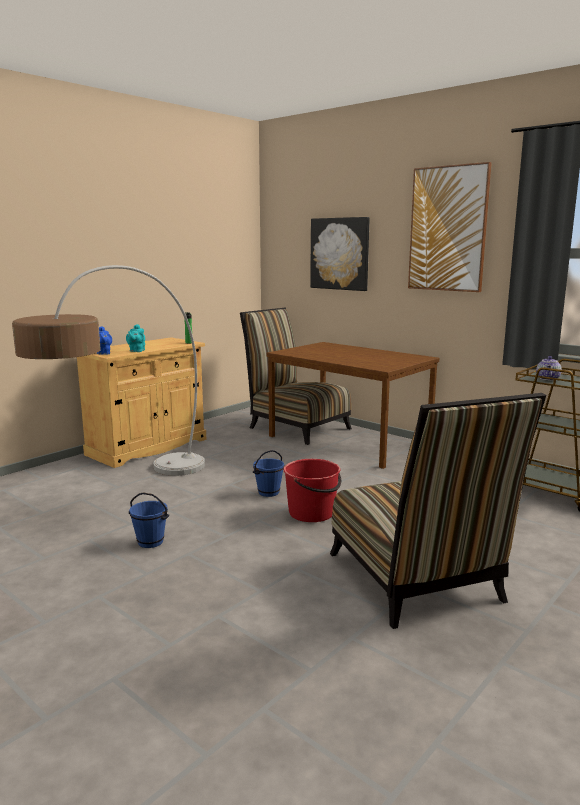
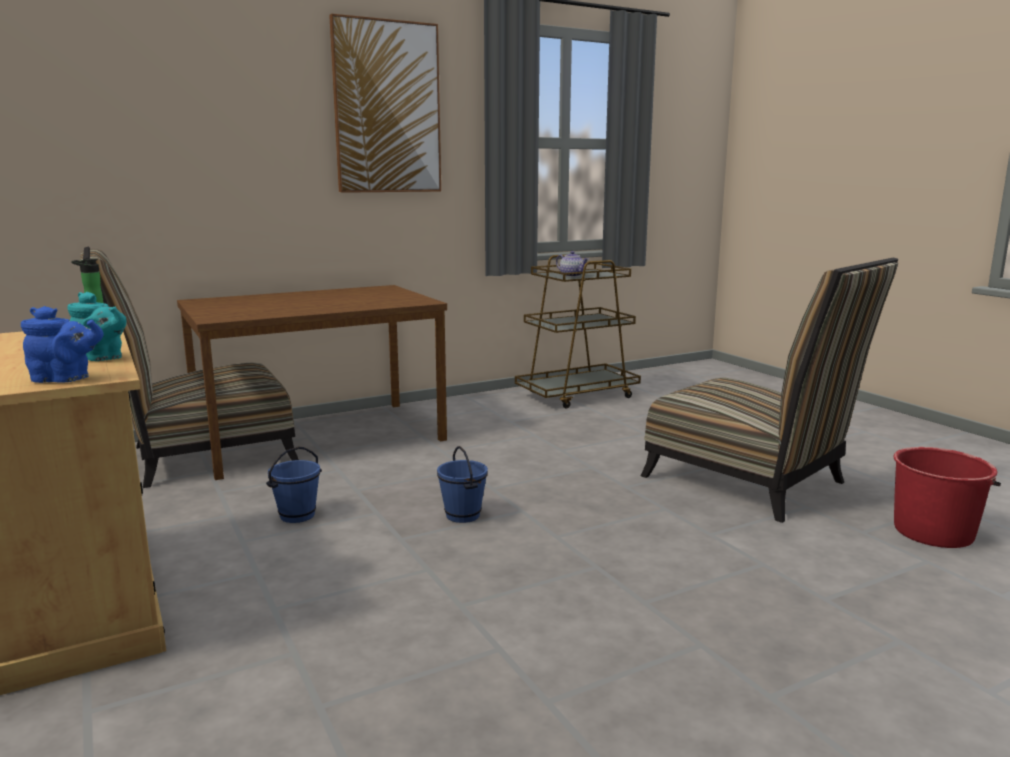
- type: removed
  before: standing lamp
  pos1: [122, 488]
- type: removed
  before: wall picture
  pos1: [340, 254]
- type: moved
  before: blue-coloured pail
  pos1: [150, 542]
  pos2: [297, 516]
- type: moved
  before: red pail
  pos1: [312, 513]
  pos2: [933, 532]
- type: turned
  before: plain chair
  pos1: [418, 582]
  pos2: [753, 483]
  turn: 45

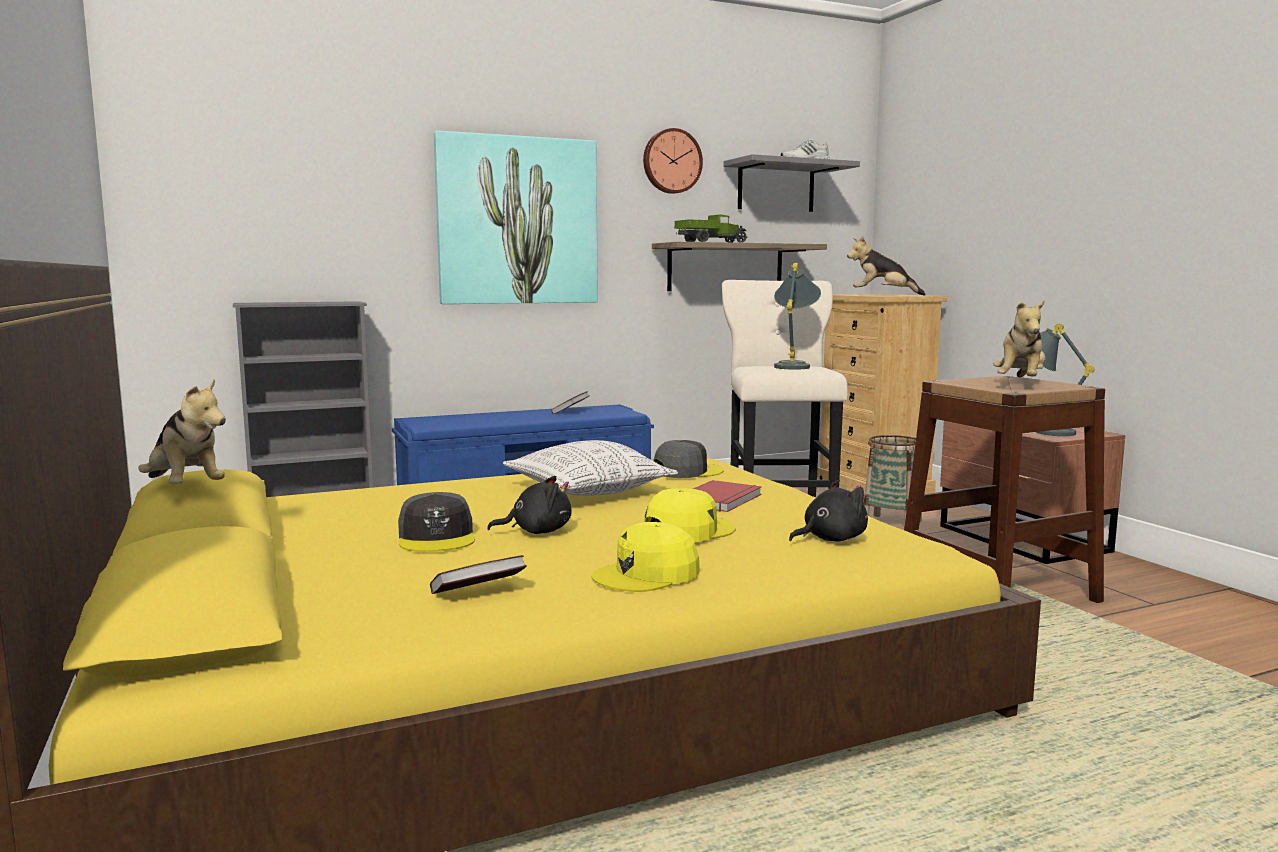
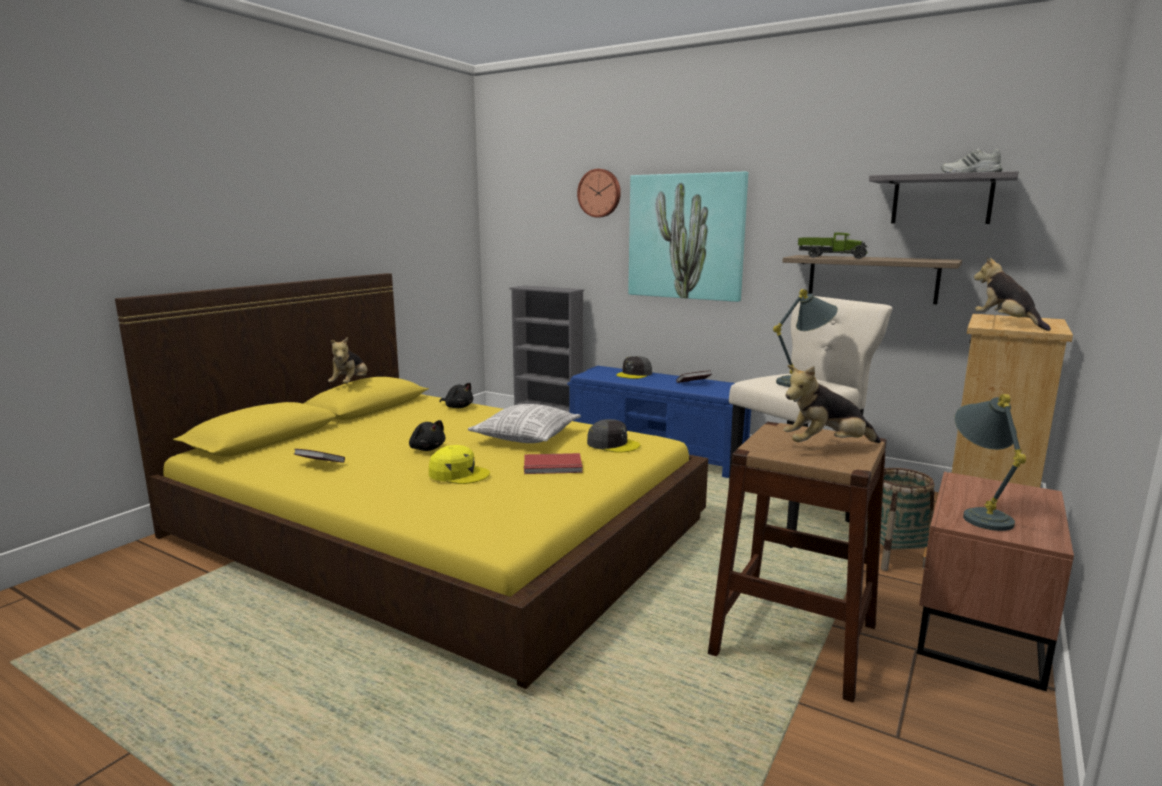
- type: removed
  before: yellowish cap
  pos1: [647, 574]
- type: moved
  before: gray cap
  pos1: [437, 538]
  pos2: [634, 374]
- type: moved
  before: clock on the wall
  pos1: [671, 161]
  pos2: [600, 193]
- type: moved
  before: black plush toy
  pos1: [830, 539]
  pos2: [458, 407]

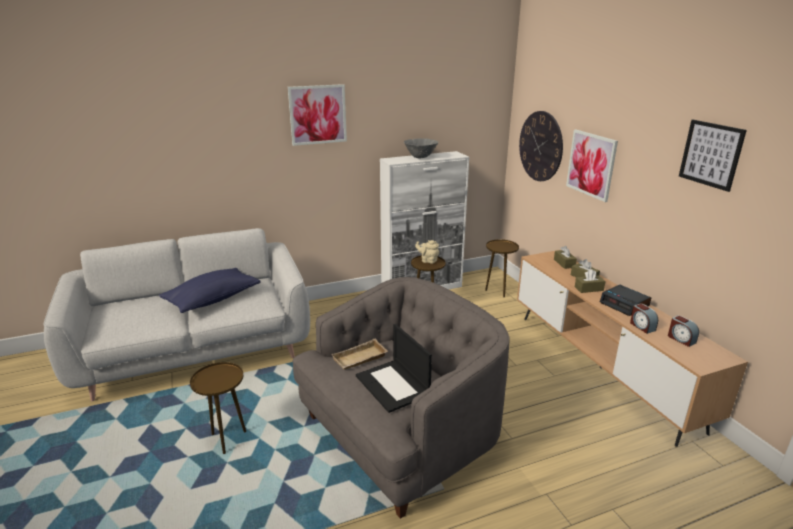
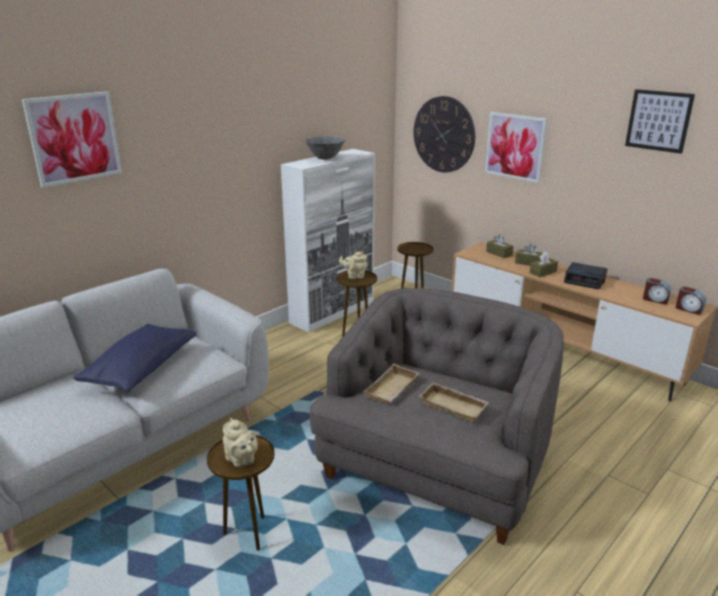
- type: added
  after: beige-coloured teapot
  pos2: [241, 460]
- type: moved
  before: wall picture
  pos1: [317, 114]
  pos2: [74, 138]
- type: moved
  before: table clock
  pos1: [642, 326]
  pos2: [688, 309]
- type: replaced
  before: notebook computer
  after: beige-coloured carrying tray
  pos1: [393, 386]
  pos2: [454, 405]

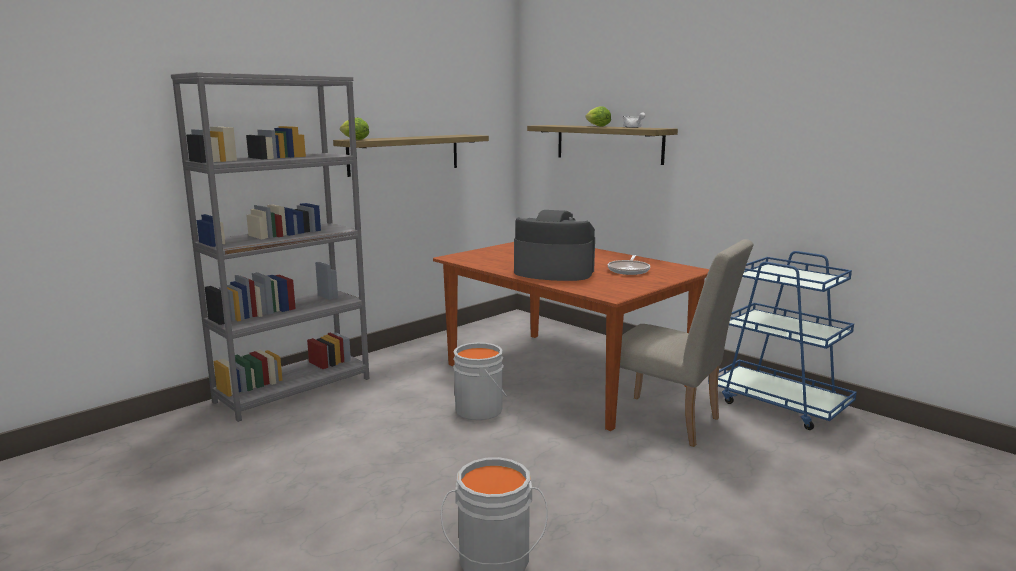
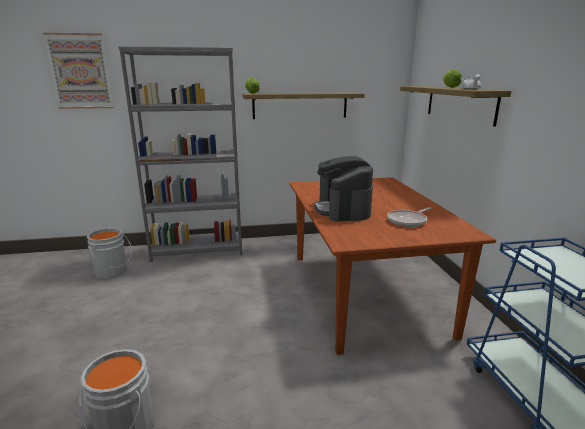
- type: removed
  before: beige-coloured plain chair
  pos1: [671, 422]
- type: added
  after: wall picture
  pos2: [80, 71]
- type: moved
  before: gray pail
  pos1: [481, 410]
  pos2: [112, 271]
- type: turned
  before: coffee brewer
  pos1: [553, 272]
  pos2: [343, 209]
  turn: -150

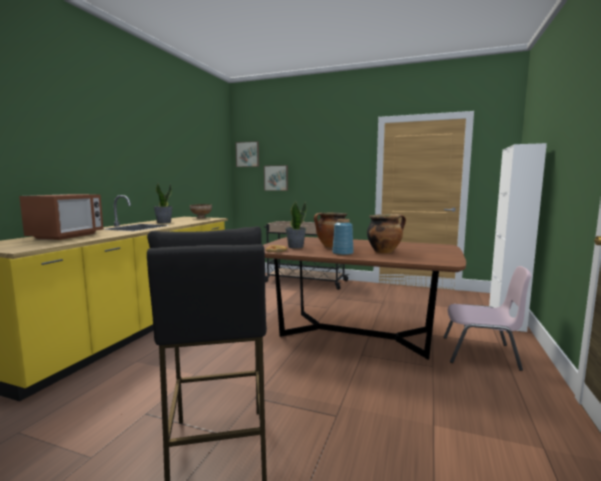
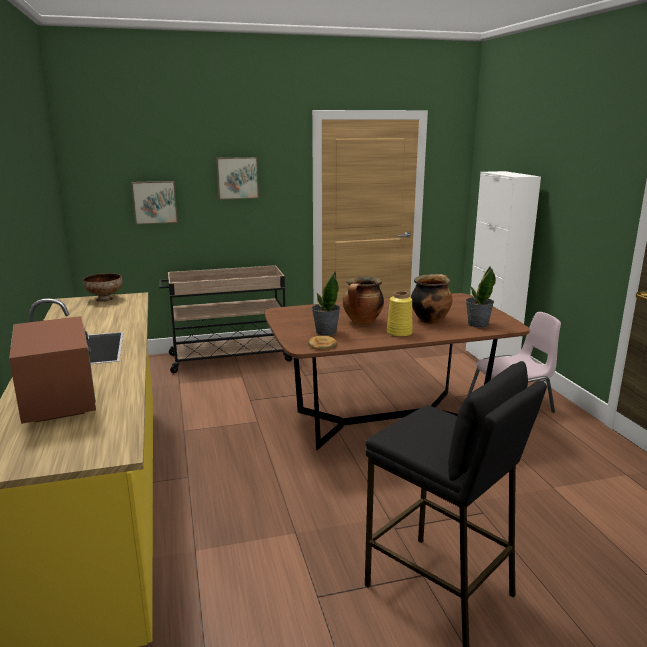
- type: moved
  before: houseplant
  pos1: [164, 222]
  pos2: [477, 324]
- type: moved
  before: wall picture
  pos1: [248, 154]
  pos2: [237, 178]
- type: recoloured
  before: blue-coloured vase
  after: yellowish vase
  pos1: [342, 253]
  pos2: [399, 333]

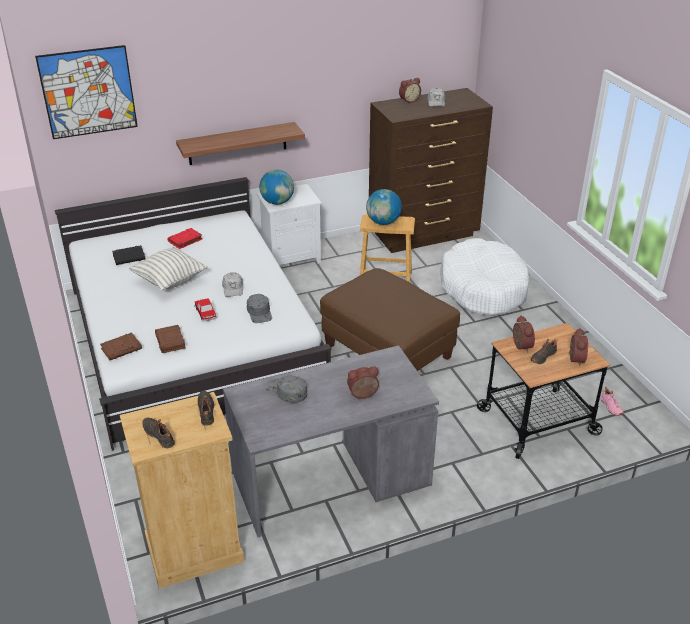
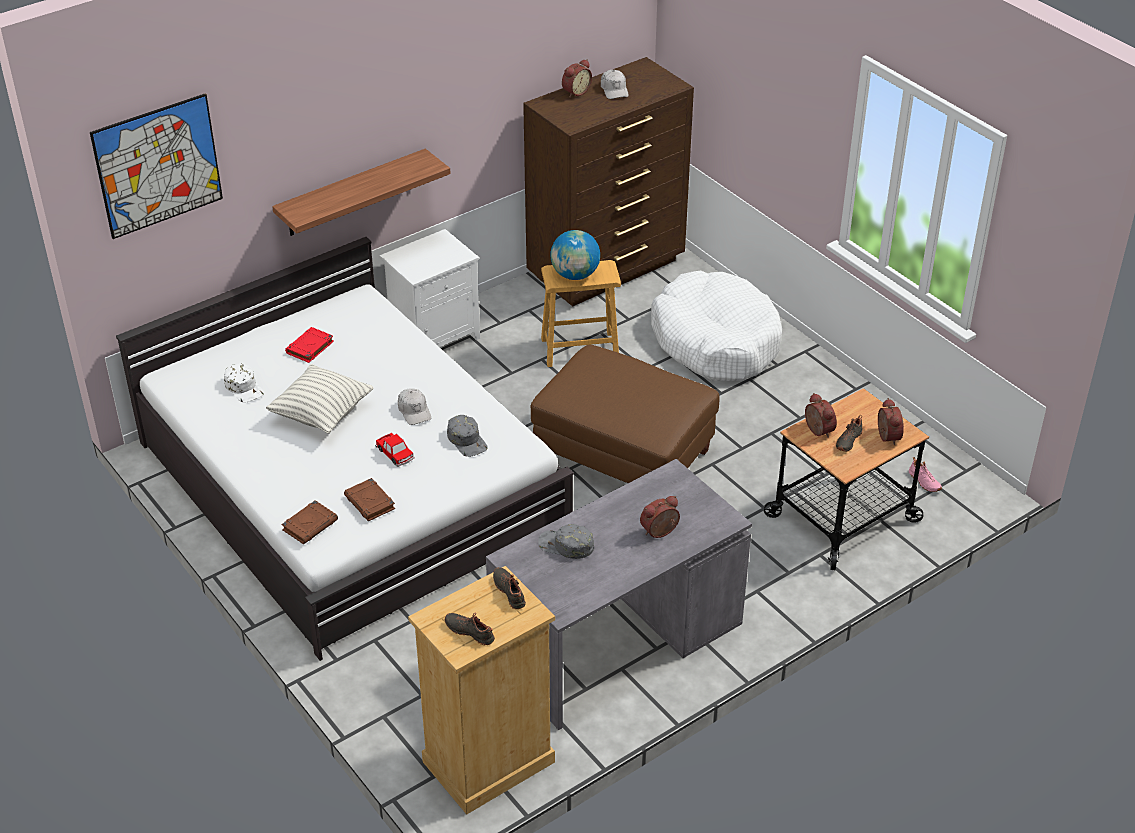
- type: removed
  before: globe
  pos1: [277, 202]
- type: replaced
  before: black book
  after: white-coloured cap
  pos1: [129, 257]
  pos2: [244, 387]

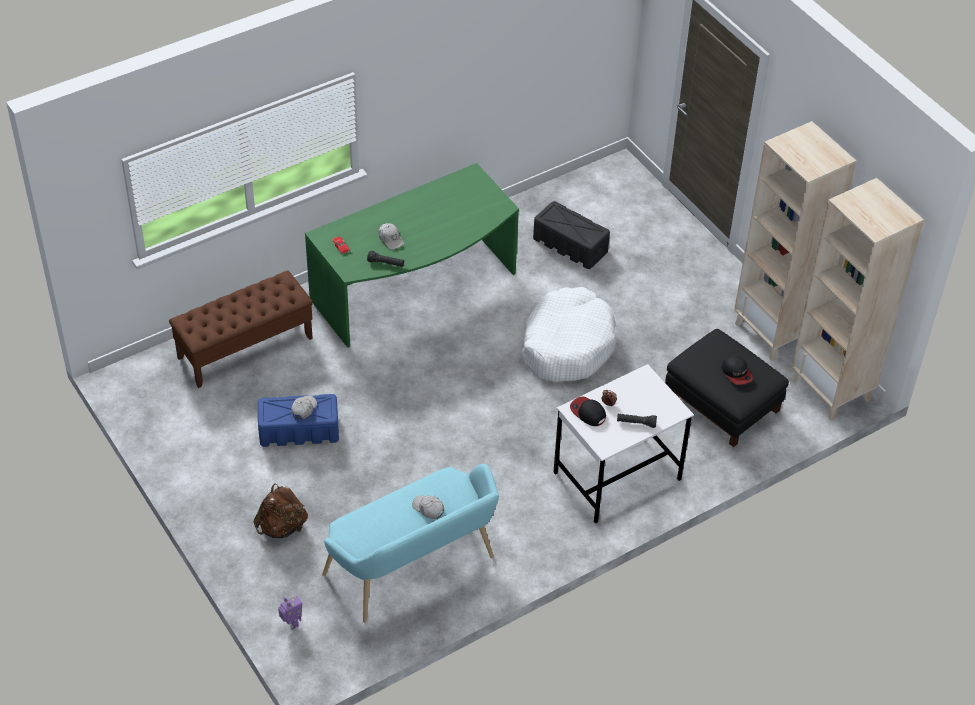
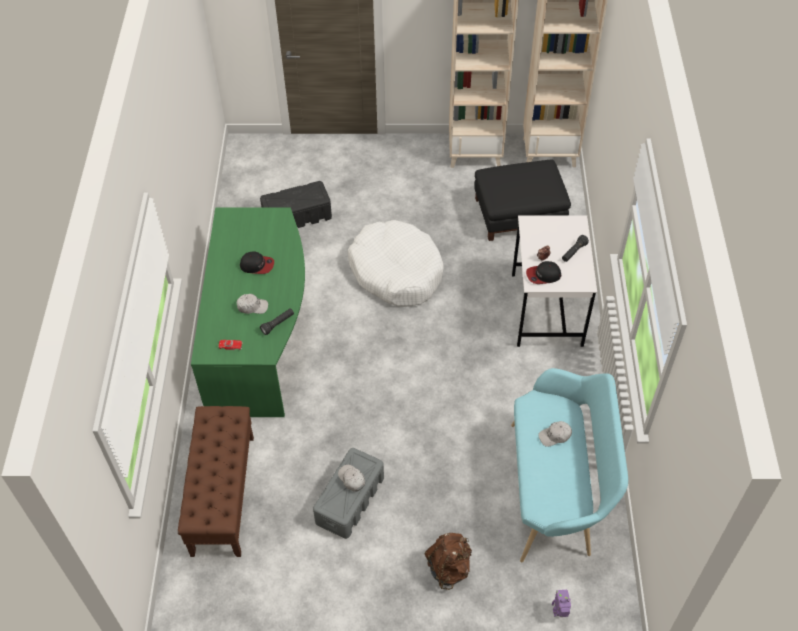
- type: moved
  before: cap
  pos1: [736, 373]
  pos2: [257, 265]
- type: recoloured
  before: blue-coloured storage box
  after: gray storage box
  pos1: [298, 430]
  pos2: [349, 500]

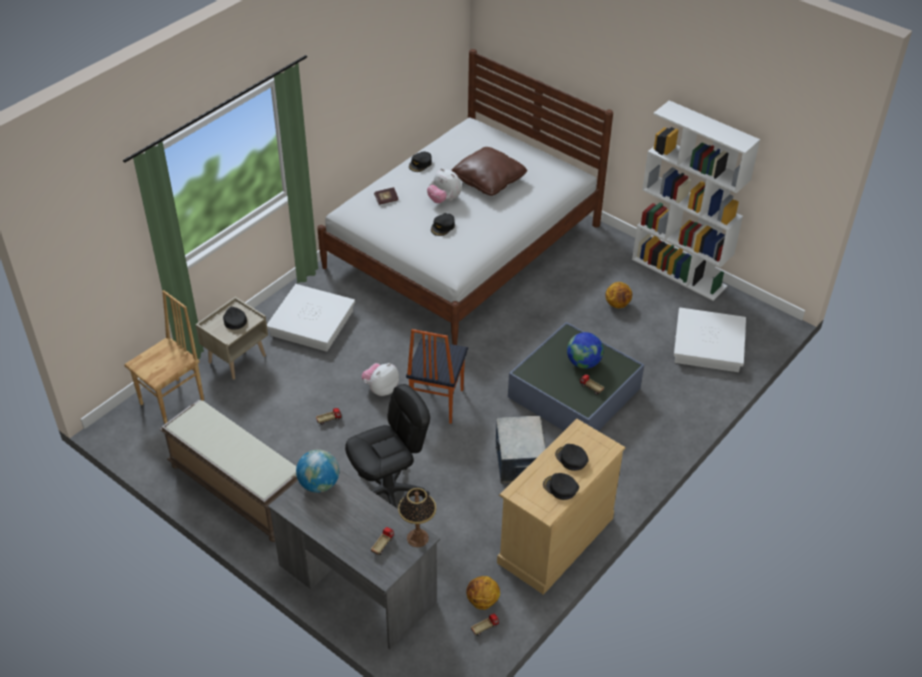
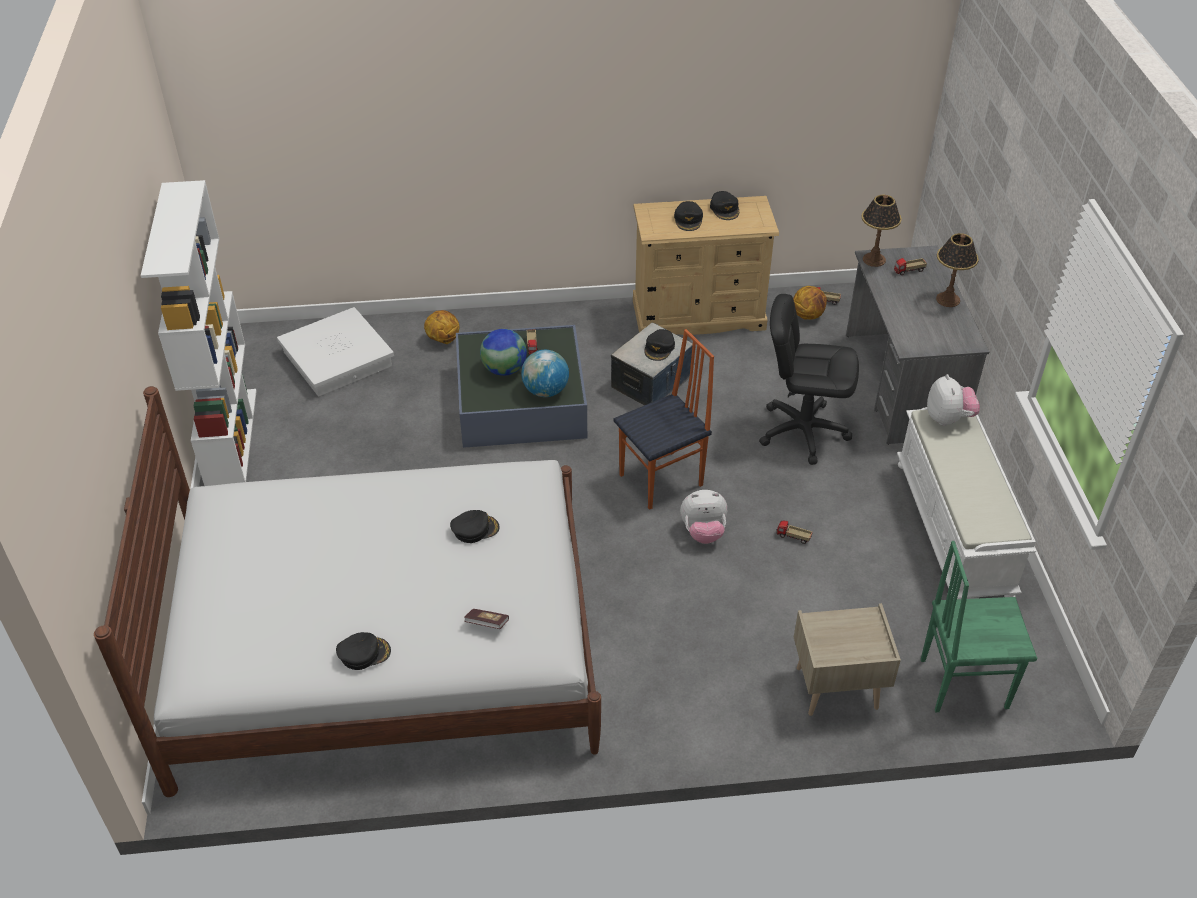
- type: removed
  before: white-coloured storage box
  pos1: [311, 323]
- type: removed
  before: brown-coloured throw pillow
  pos1: [488, 180]
- type: added
  after: table lamp
  pos2: [947, 300]
- type: moved
  before: black cap
  pos1: [234, 320]
  pos2: [659, 348]
- type: moved
  before: globe
  pos1: [319, 484]
  pos2: [545, 391]
- type: moved
  before: plush toy
  pos1: [444, 199]
  pos2: [948, 419]
- type: moved
  before: basketball
  pos1: [618, 304]
  pos2: [443, 339]
- type: recoloured
  before: brown-coloured plain chair
  after: green plain chair
  pos1: [173, 402]
  pos2: [962, 682]
- type: recoloured
  before: brown-coloured long seat
  after: white-coloured long seat
  pos1: [237, 489]
  pos2: [955, 530]

